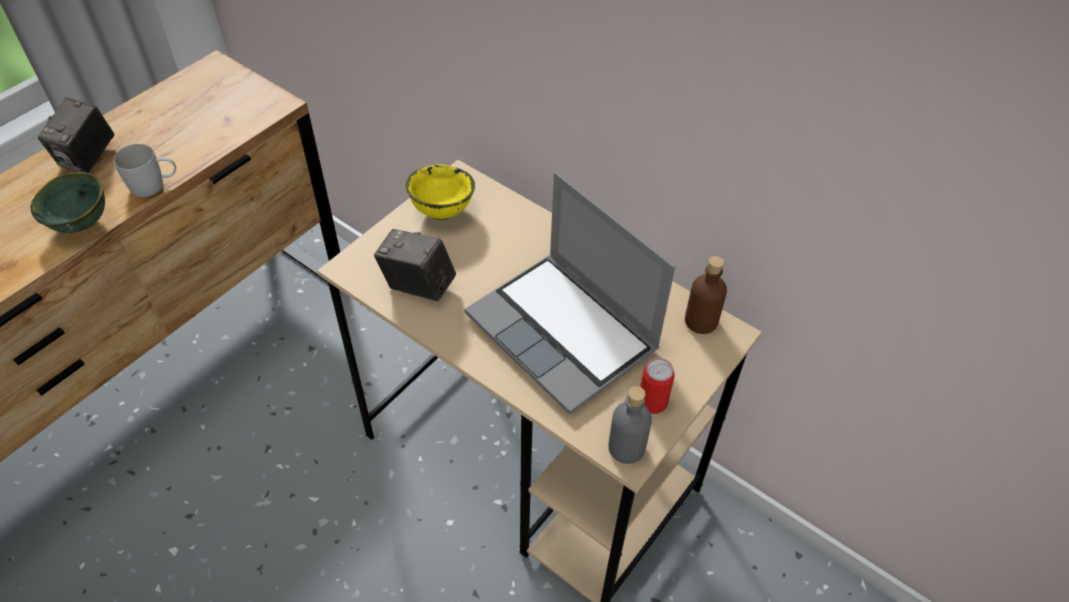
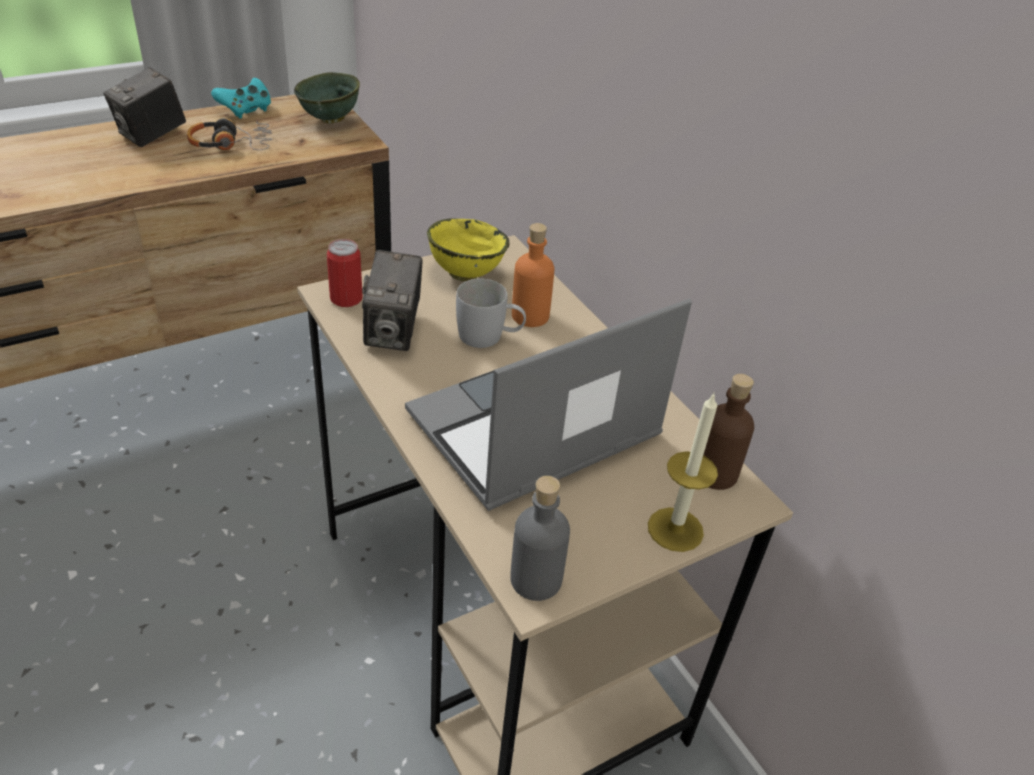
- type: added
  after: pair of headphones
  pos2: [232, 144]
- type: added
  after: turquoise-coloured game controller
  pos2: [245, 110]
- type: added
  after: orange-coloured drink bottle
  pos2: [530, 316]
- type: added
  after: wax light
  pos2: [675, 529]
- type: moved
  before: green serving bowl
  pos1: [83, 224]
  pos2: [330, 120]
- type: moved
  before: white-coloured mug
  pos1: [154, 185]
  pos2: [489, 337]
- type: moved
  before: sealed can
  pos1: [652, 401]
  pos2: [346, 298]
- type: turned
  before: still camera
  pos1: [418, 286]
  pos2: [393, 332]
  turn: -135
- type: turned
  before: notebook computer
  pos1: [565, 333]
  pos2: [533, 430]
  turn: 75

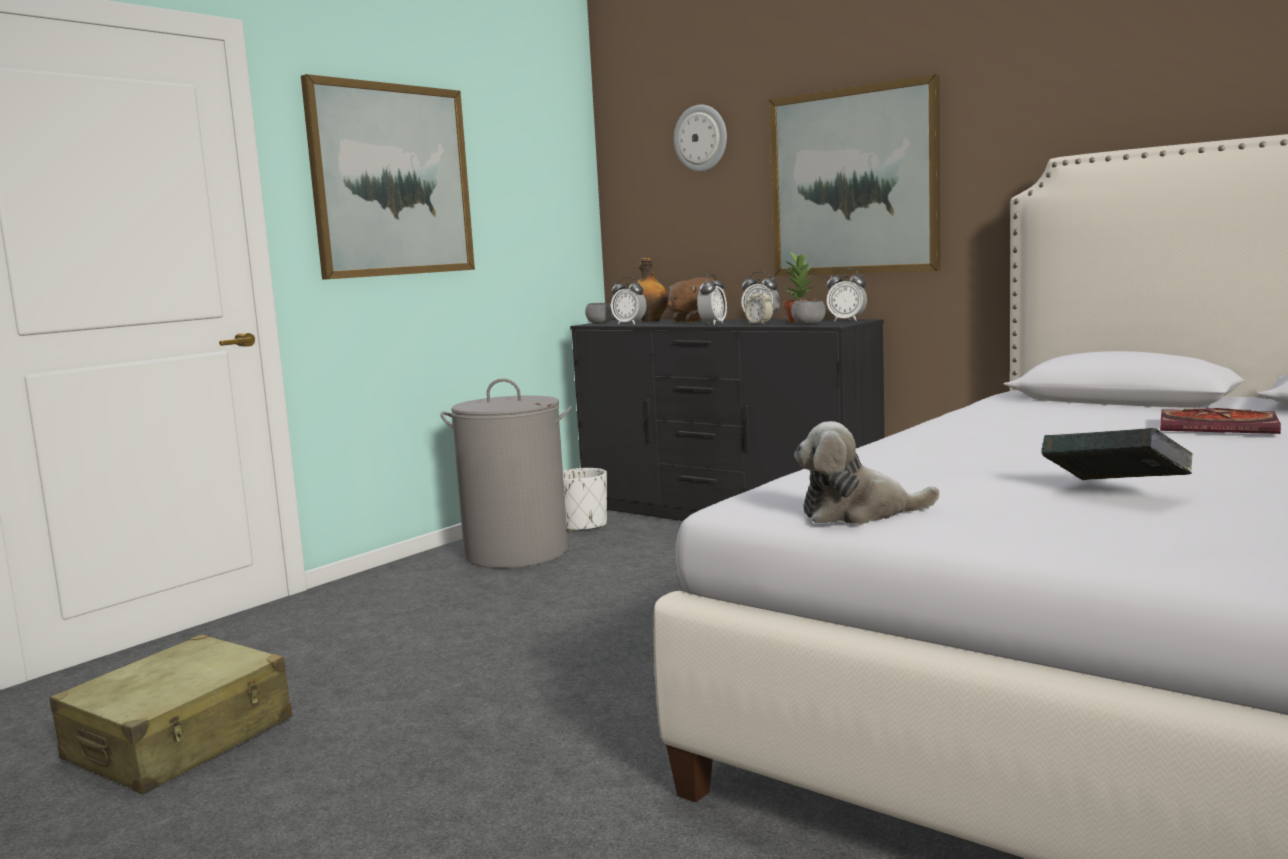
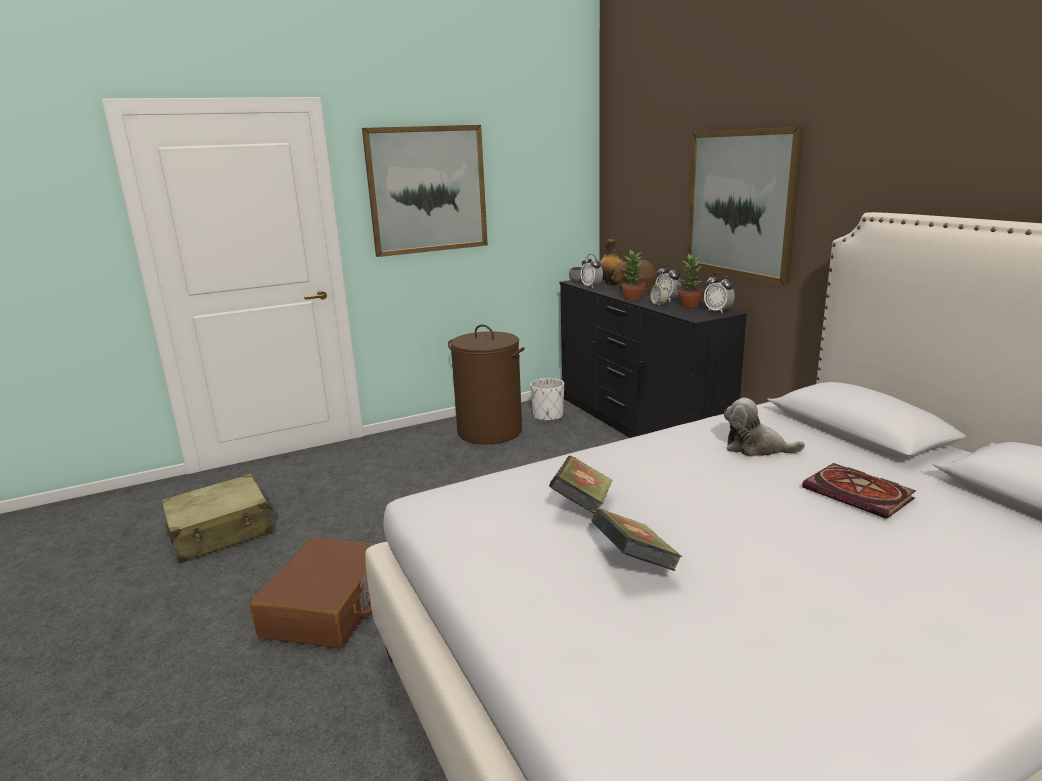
- type: removed
  before: clock on the wall
  pos1: [701, 138]
- type: removed
  before: gray serving bowl
  pos1: [808, 324]
- type: added
  after: brown-coloured piece of luggage
  pos2: [329, 607]
- type: added
  after: book
  pos2: [582, 505]
- type: moved
  before: plush toy
  pos1: [858, 513]
  pos2: [756, 448]
- type: replaced
  before: table clock
  after: houseplant
  pos1: [713, 324]
  pos2: [633, 298]
- type: recoloured
  before: gray hamper
  after: brown-coloured hamper
  pos1: [517, 553]
  pos2: [490, 431]

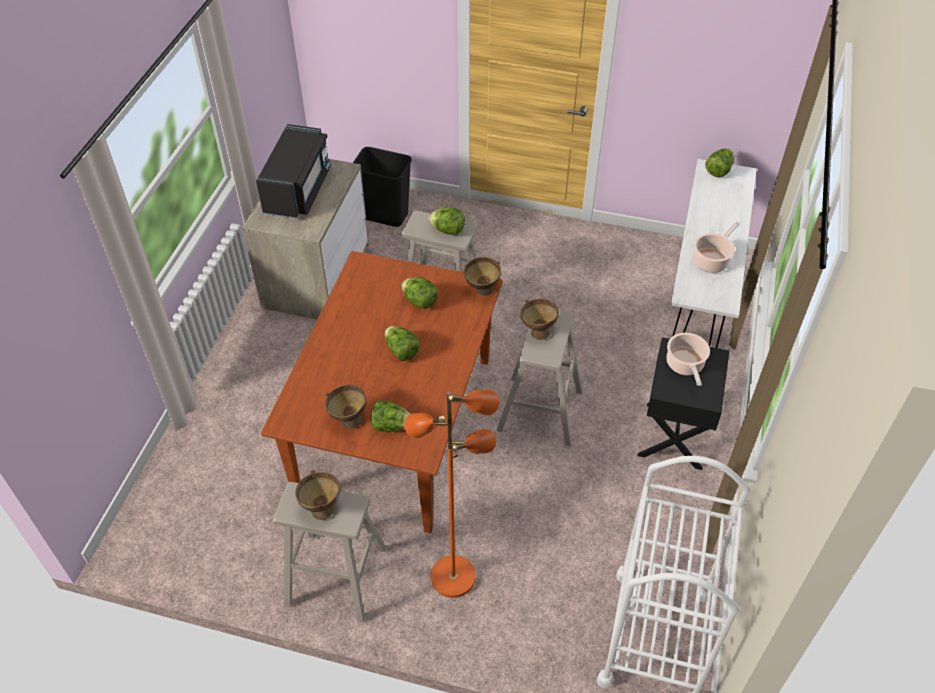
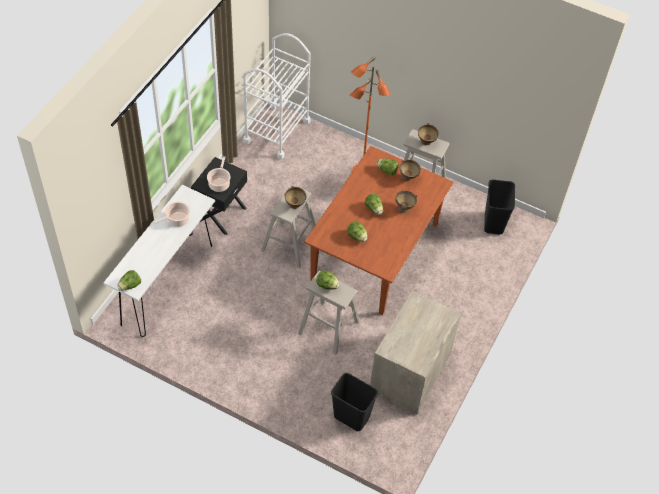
- type: removed
  before: black microwave
  pos1: [298, 190]
- type: added
  after: black rubbish bin
  pos2: [494, 223]
- type: moved
  before: brown-coloured serving bowl
  pos1: [481, 291]
  pos2: [405, 208]

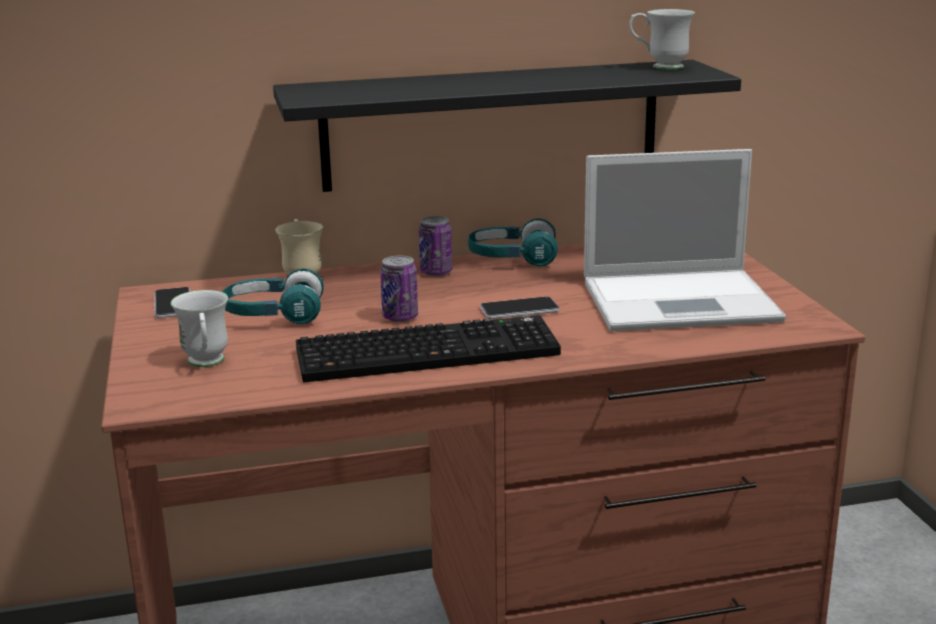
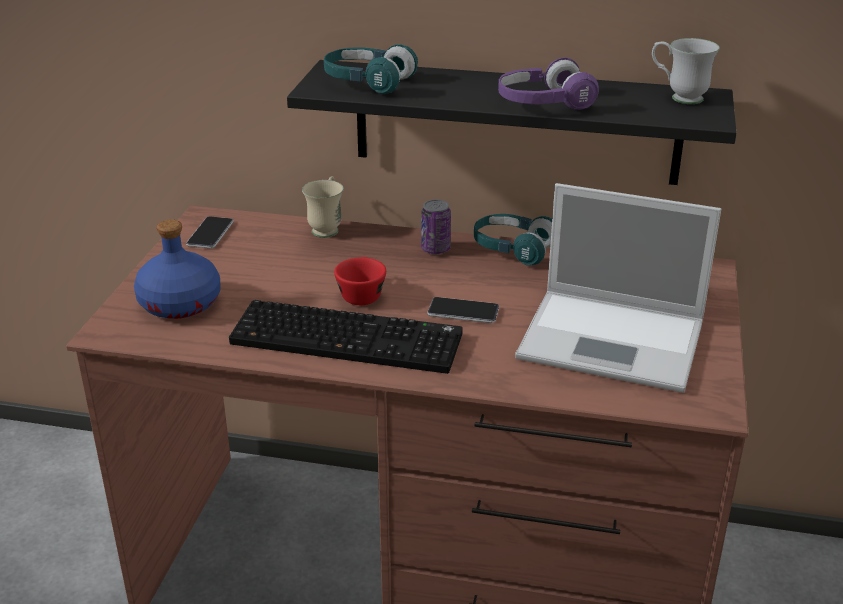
- type: added
  after: purple pair of headphones
  pos2: [543, 103]
- type: moved
  before: turquoise-coloured pair of headphones
  pos1: [274, 315]
  pos2: [368, 82]
- type: replaced
  before: white-coloured mug
  after: blue-coloured drink bottle
  pos1: [206, 364]
  pos2: [180, 304]
- type: replaced
  before: sealed can
  after: red cup
  pos1: [400, 317]
  pos2: [361, 294]

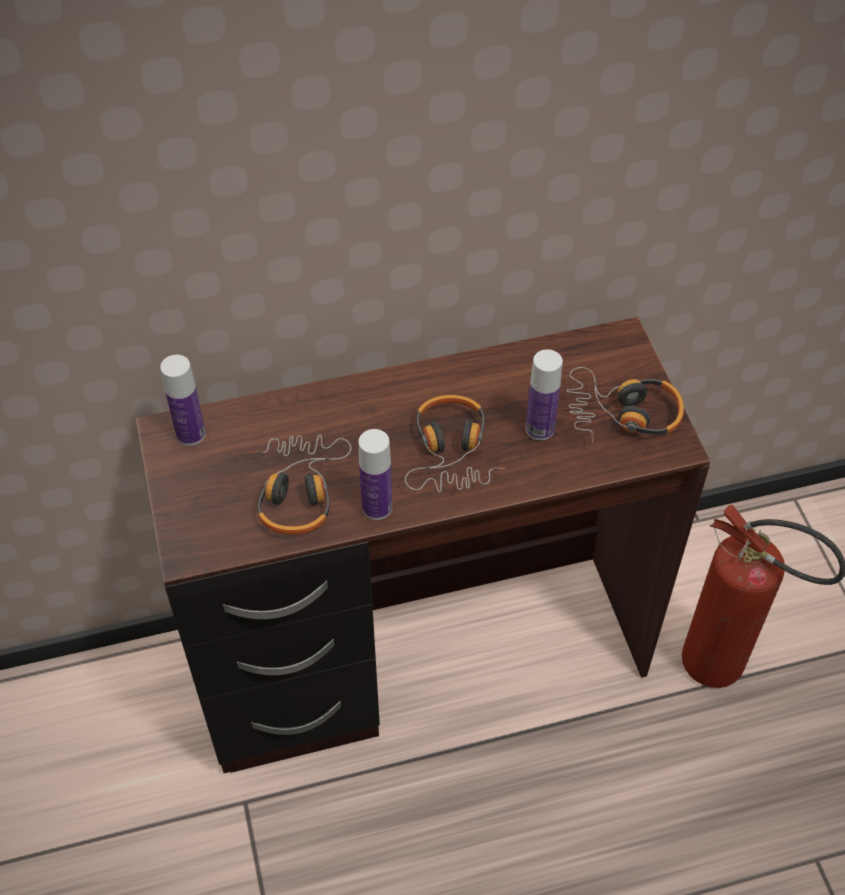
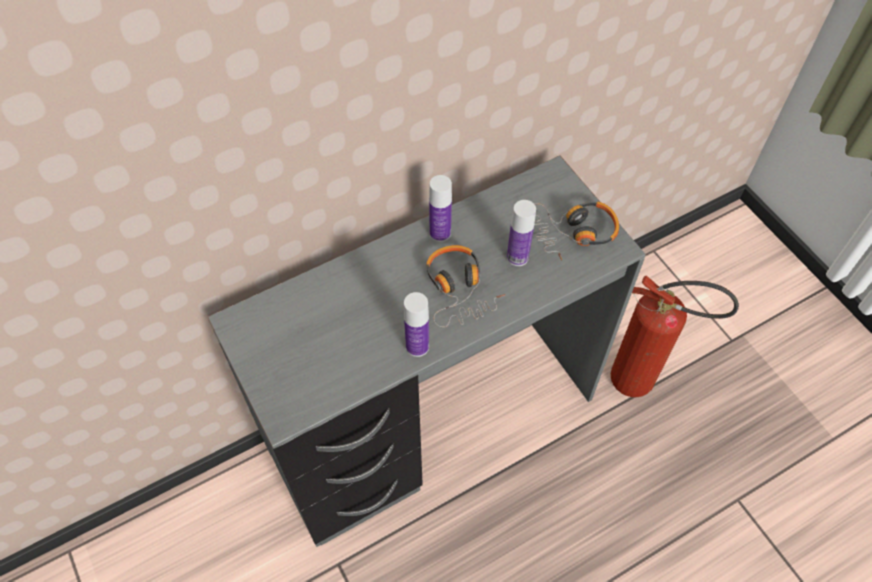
- type: removed
  before: pair of headphones
  pos1: [298, 491]
- type: moved
  before: drink bottle
  pos1: [191, 434]
  pos2: [440, 233]
- type: recoloured
  before: brown-coloured desk
  after: gray desk
  pos1: [422, 661]
  pos2: [435, 427]

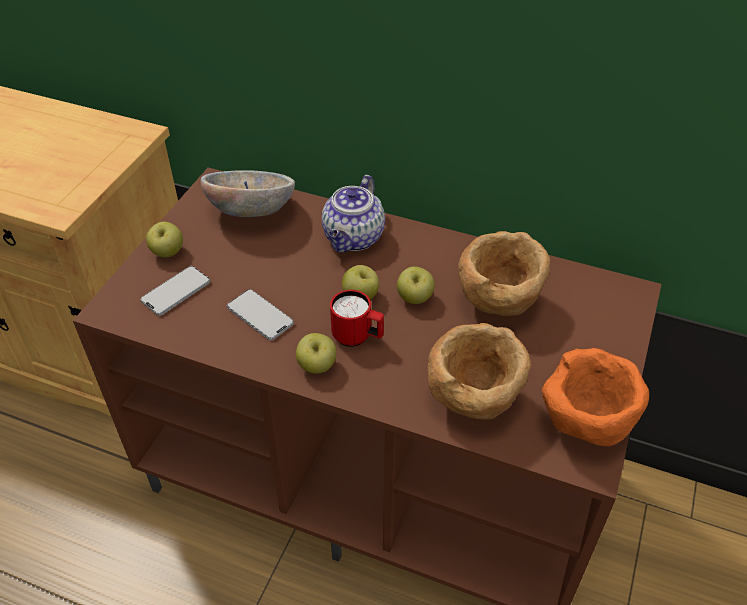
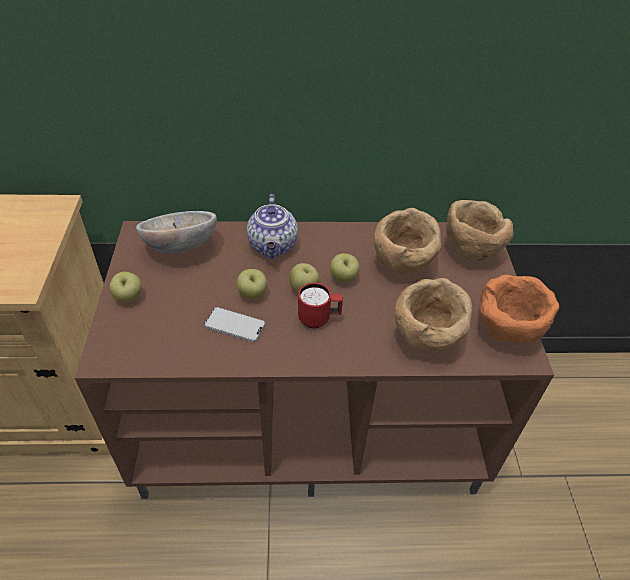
- type: removed
  before: handset
  pos1: [176, 291]
- type: added
  after: brown-coloured serving bowl
  pos2: [470, 251]
- type: moved
  before: apple
  pos1: [317, 366]
  pos2: [252, 294]

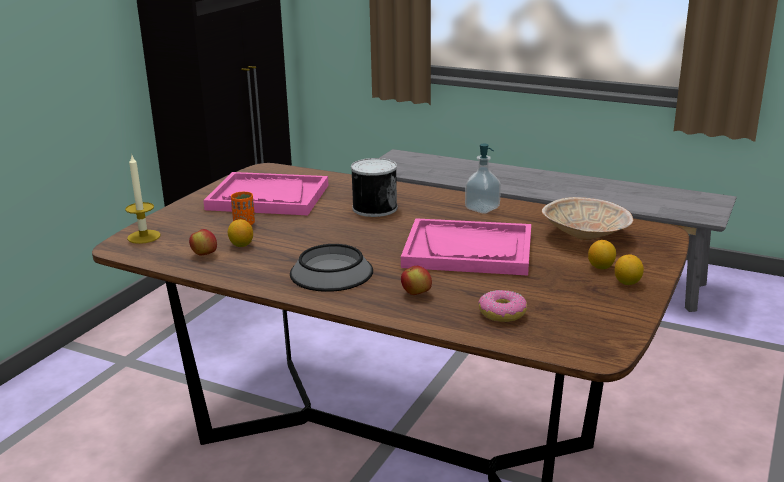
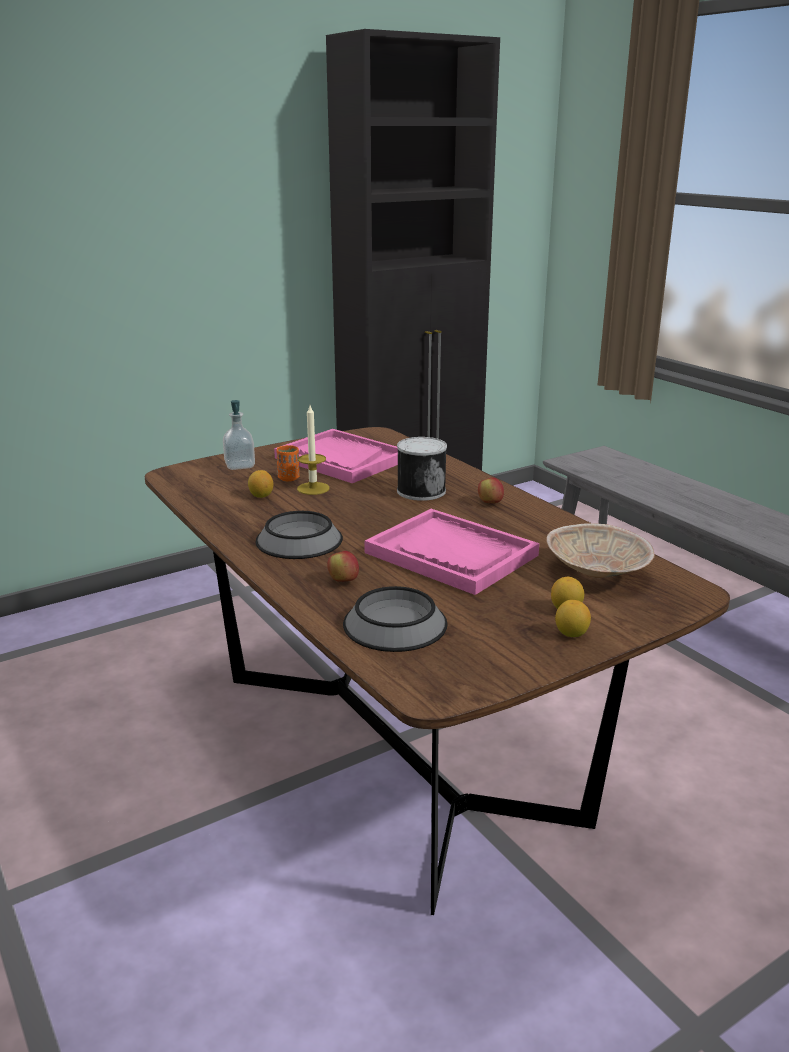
- type: moved
  before: wax light
  pos1: [144, 237]
  pos2: [313, 488]
- type: moved
  before: apple
  pos1: [204, 254]
  pos2: [490, 503]
- type: moved
  before: soap bottle
  pos1: [482, 208]
  pos2: [240, 465]
- type: replaced
  before: doughnut
  after: serving bowl
  pos1: [502, 313]
  pos2: [395, 624]

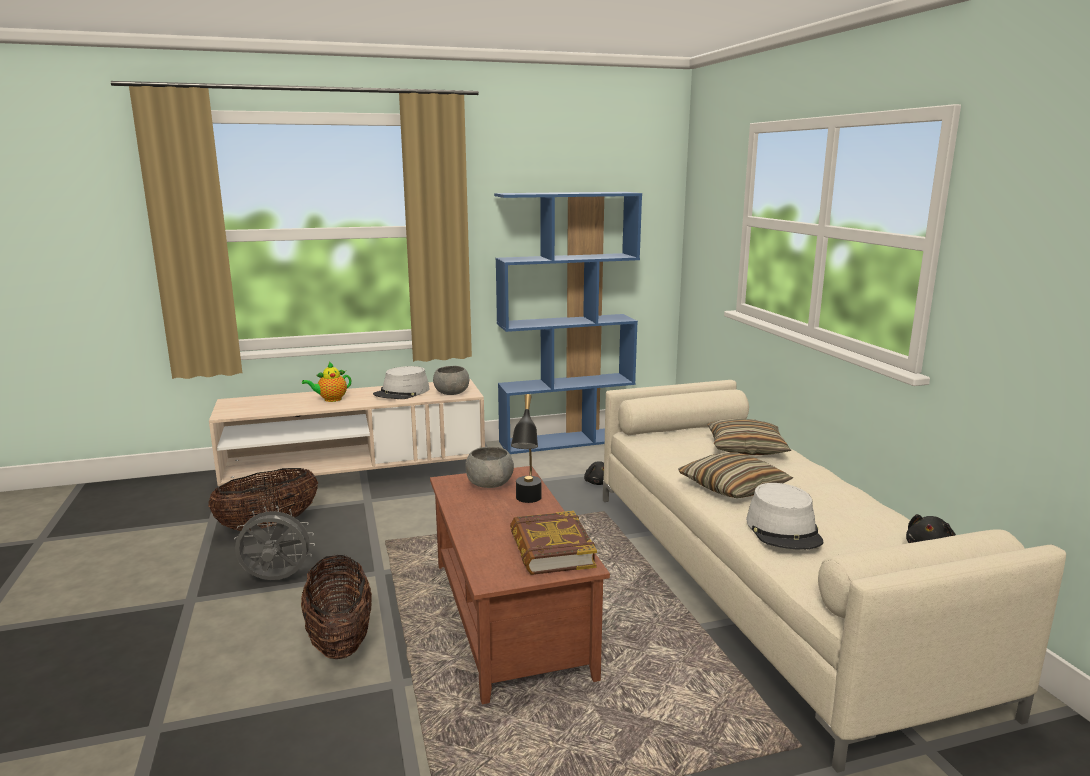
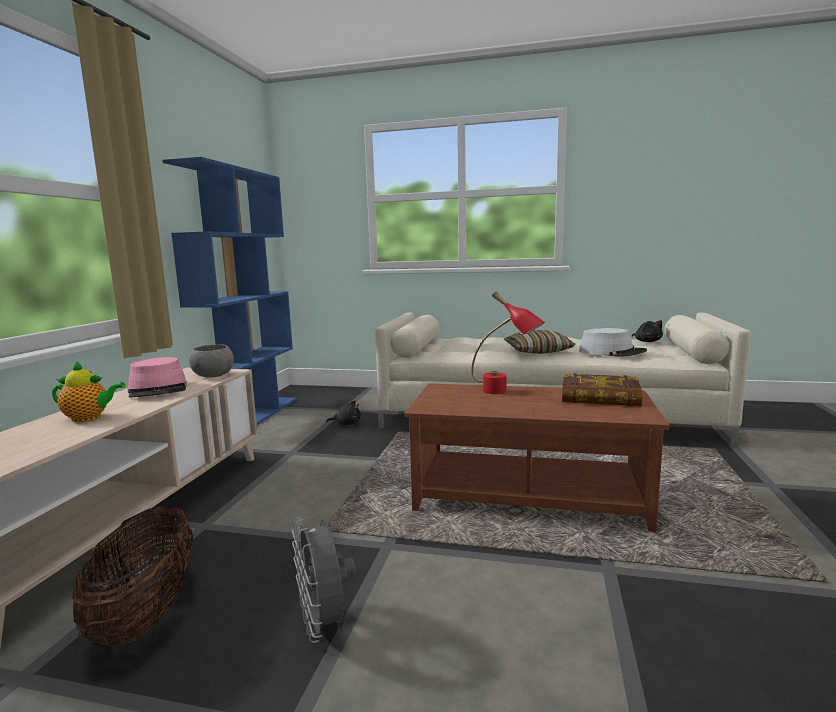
- type: removed
  before: basket
  pos1: [340, 639]
- type: removed
  before: gray serving bowl
  pos1: [489, 484]
- type: removed
  before: throw pillow
  pos1: [746, 448]
- type: recoloured
  before: gray wearable hat
  after: pinkish wearable hat
  pos1: [402, 392]
  pos2: [158, 389]
- type: recoloured
  before: black table lamp
  after: red table lamp
  pos1: [527, 503]
  pos2: [505, 392]
- type: turned
  before: gray electric fan
  pos1: [276, 580]
  pos2: [324, 625]
  turn: -45
- type: turned
  before: teapot
  pos1: [330, 399]
  pos2: [89, 418]
  turn: -90

